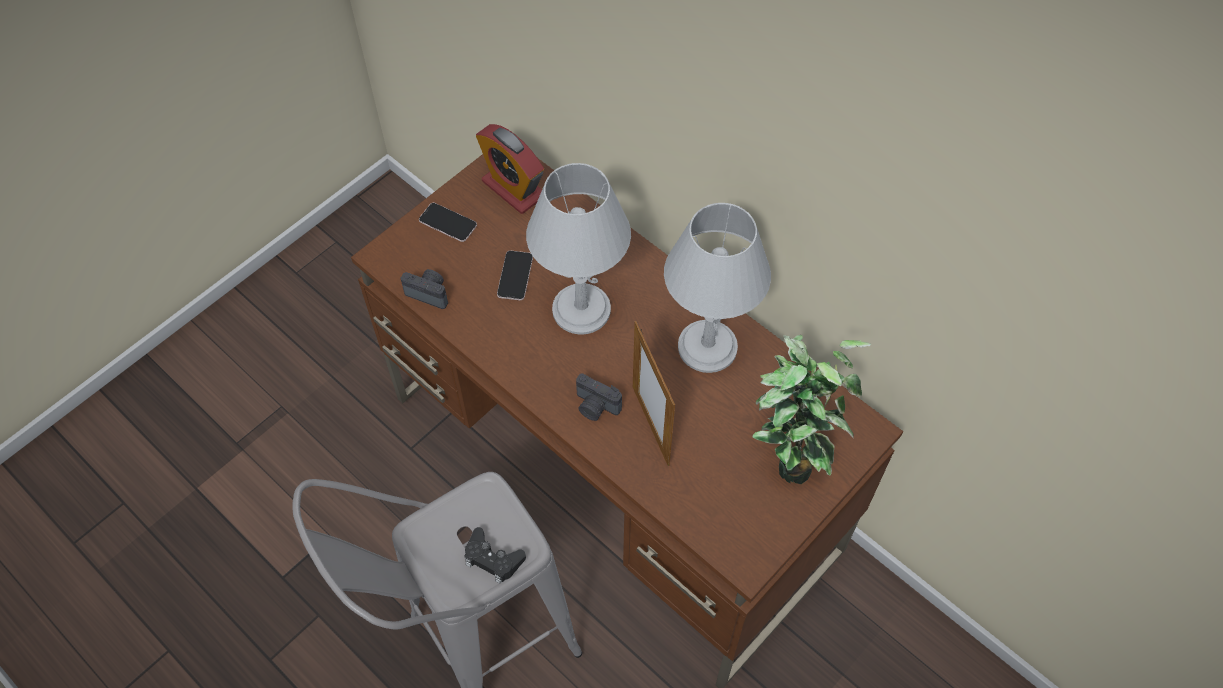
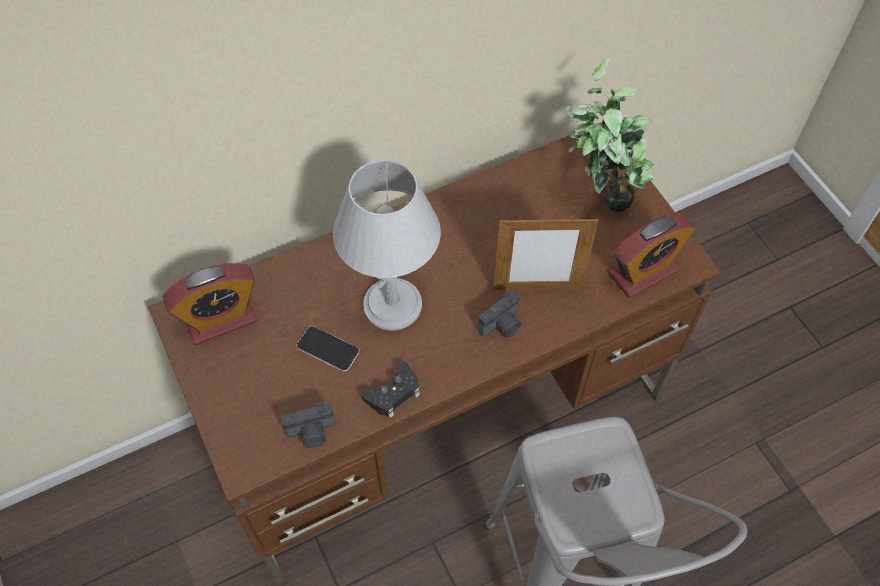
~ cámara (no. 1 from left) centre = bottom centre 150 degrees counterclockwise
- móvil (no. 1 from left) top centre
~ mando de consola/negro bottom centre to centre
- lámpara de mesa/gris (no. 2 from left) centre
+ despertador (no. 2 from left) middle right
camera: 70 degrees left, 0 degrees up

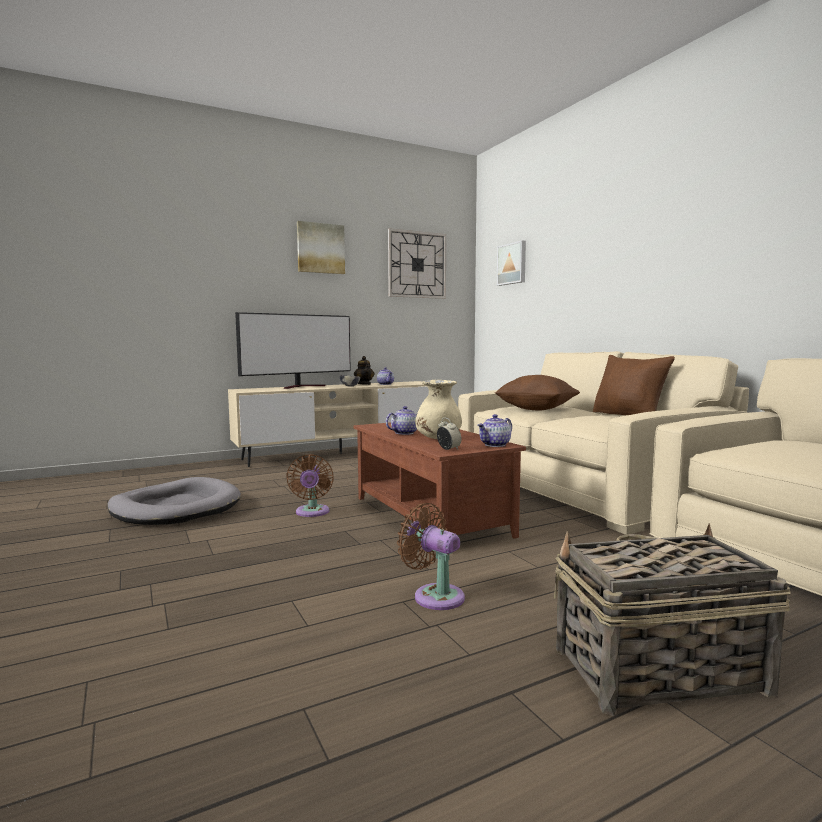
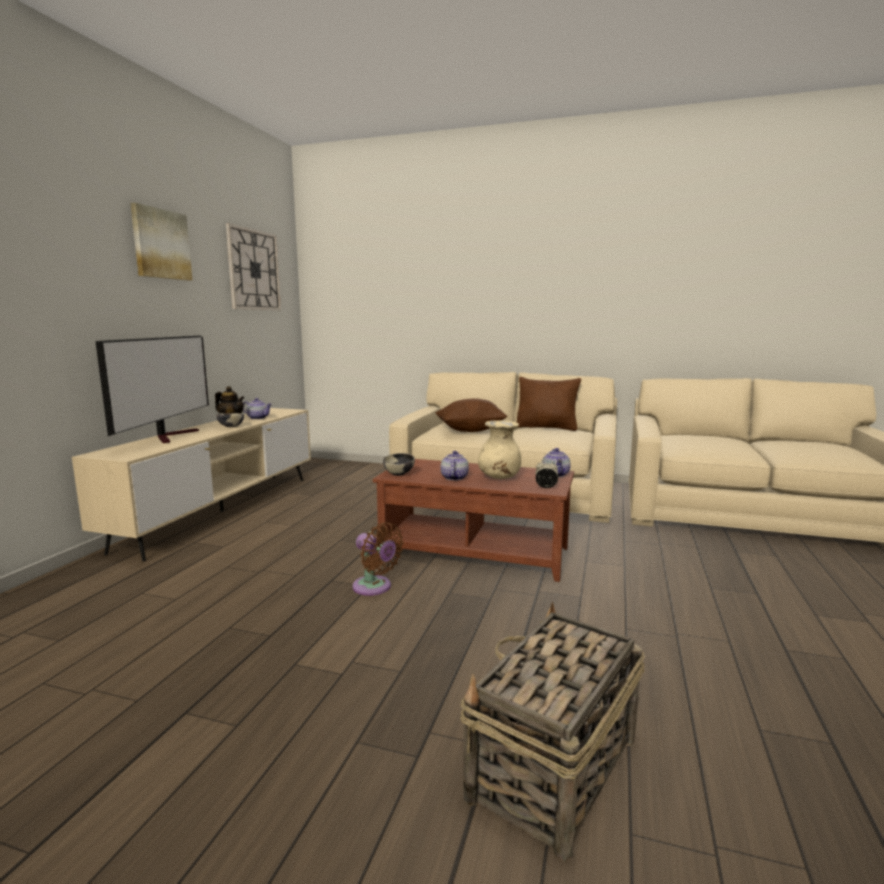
- cama para perro/gris middle left
- ventilador/marrón (no. 2 from left) bottom centre
- cuadro (no. 2 from left) top centre
~ cesta bottom right to bottom centre
+ cuenco (no. 2 from left) centre
camera: 45 degrees left, 5 degrees up

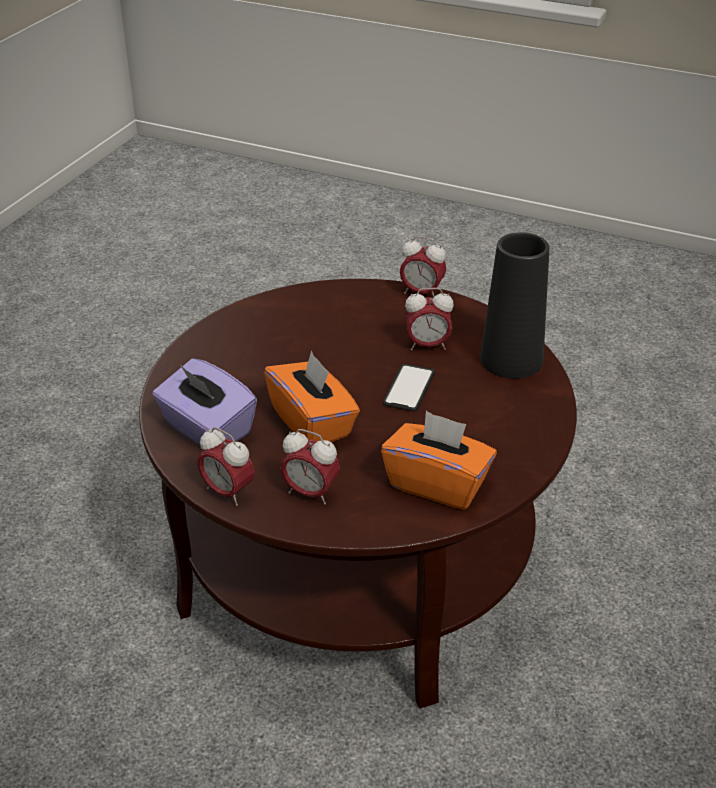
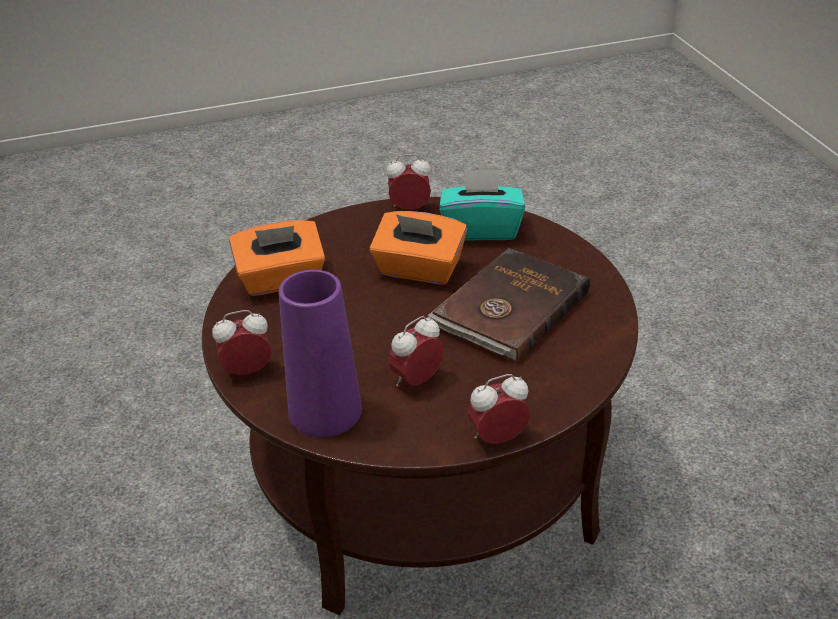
~ caja de pañuelos/morado middle left to caja de pañuelos/turquesa top centre
~ despertador (no. 2 from left in the first image) centre to despertador (no. 1 from left) middle left
- móvil centre
~ florero/negro middle right to florero/morado centre
+ libro/marrón centre
camera: 140 degrees right, 0 degrees up

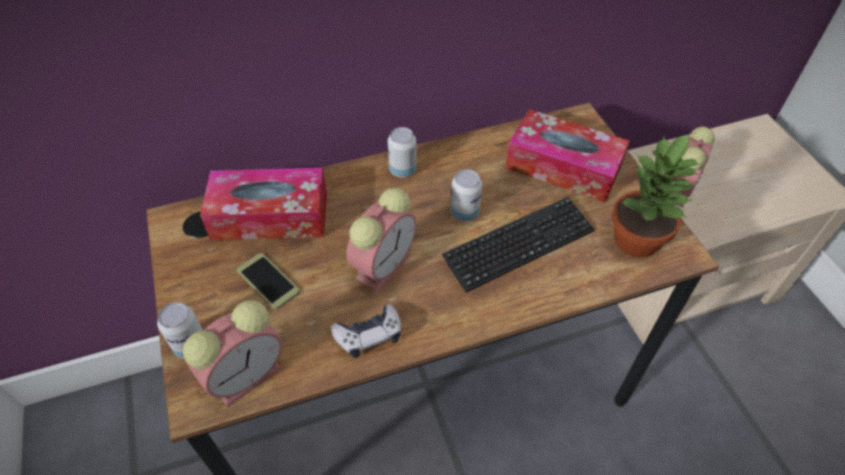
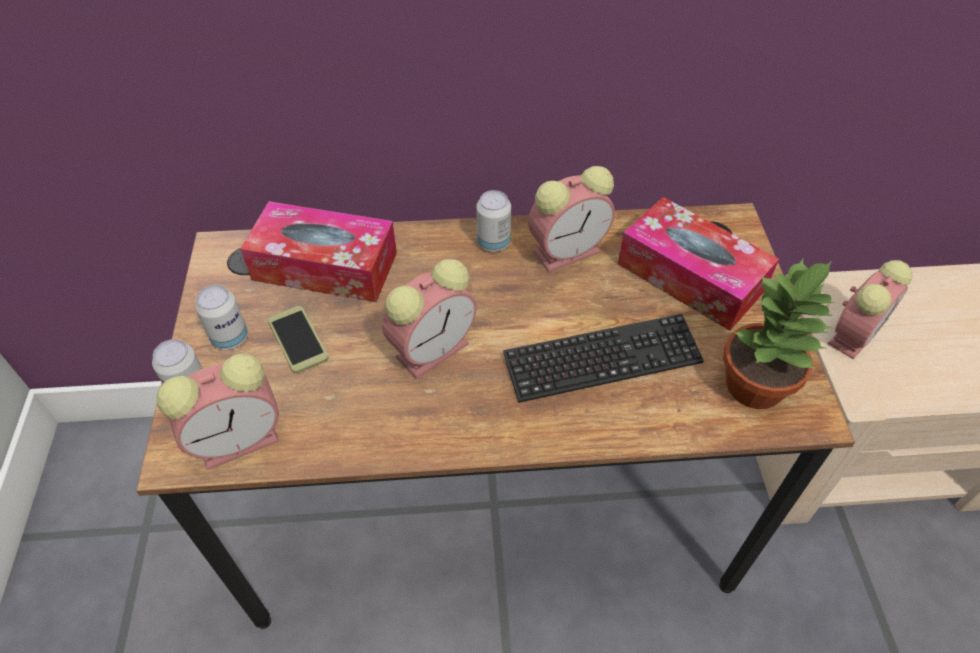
- mando de consola bottom centre
~ lata (no. 3 from left in the first image) centre to lata (no. 2 from left) middle left
+ despertador (no. 3 from left) centre
camera: 15 degrees right, 0 degrees up

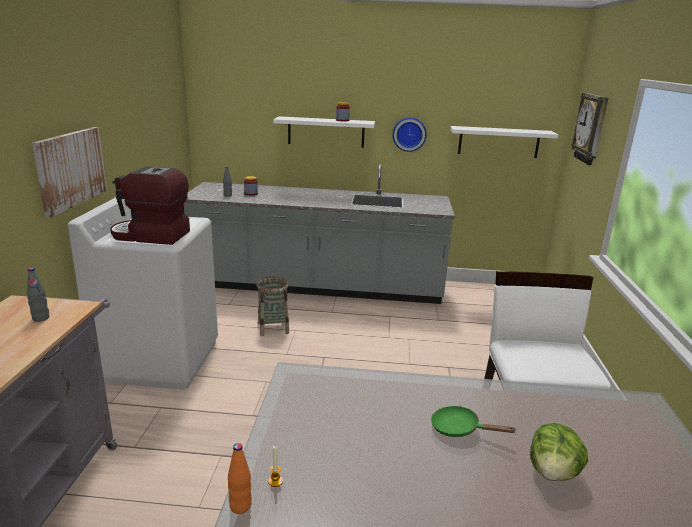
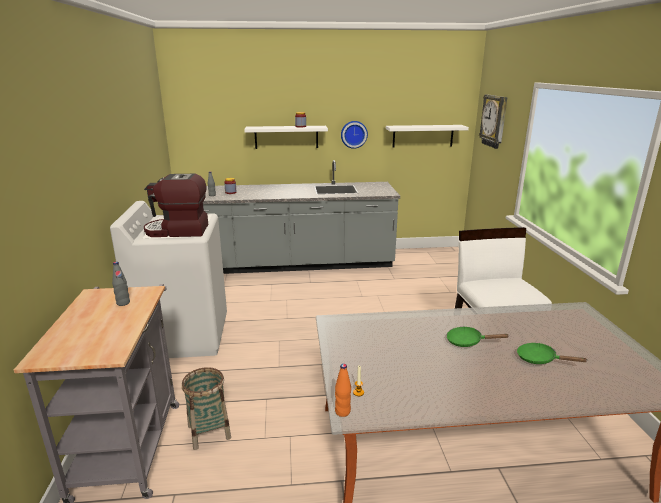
- cuadro top left
~ cesta centre to bottom left
~ lechuga bottom right to sartén/verde (no. 2 from left) bottom right
camera: 10 degrees left, 0 degrees up

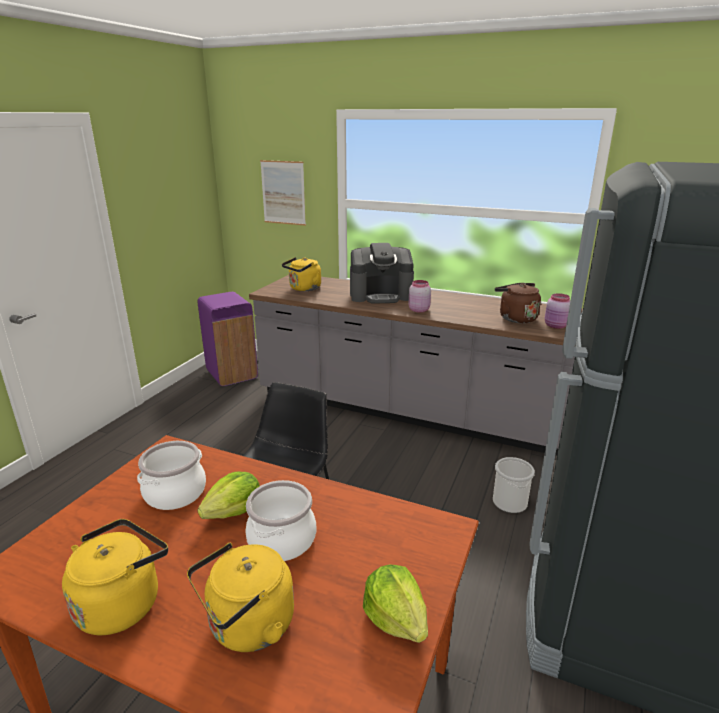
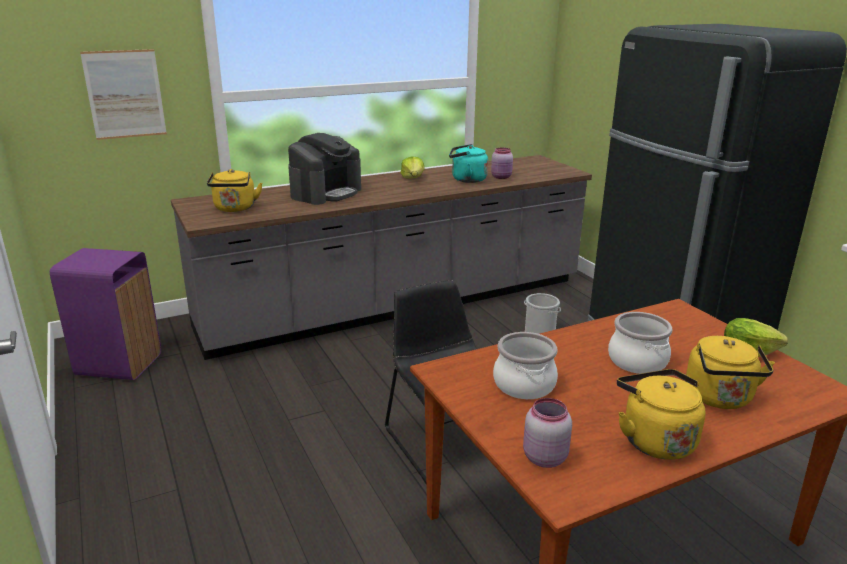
~ lechuga (no. 1 from left) bottom left to top centre
~ tarro/rosa (no. 1 from left in the first image) centre to tarro/rosa (no. 2 from left) bottom centre
~ hervidor/marrón middle right to hervidor/turquesa top centre
camera: 50 degrees left, 0 degrees up

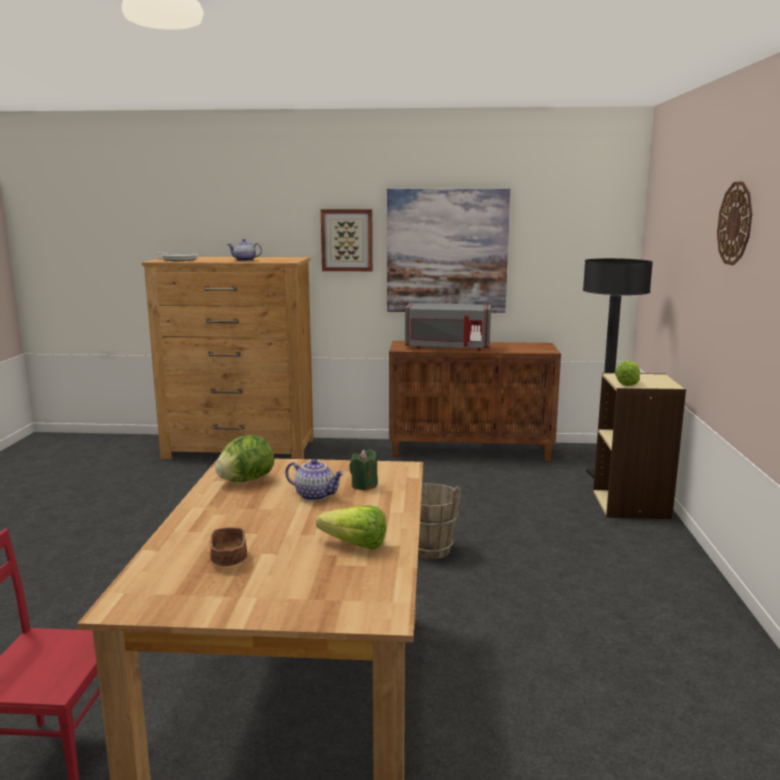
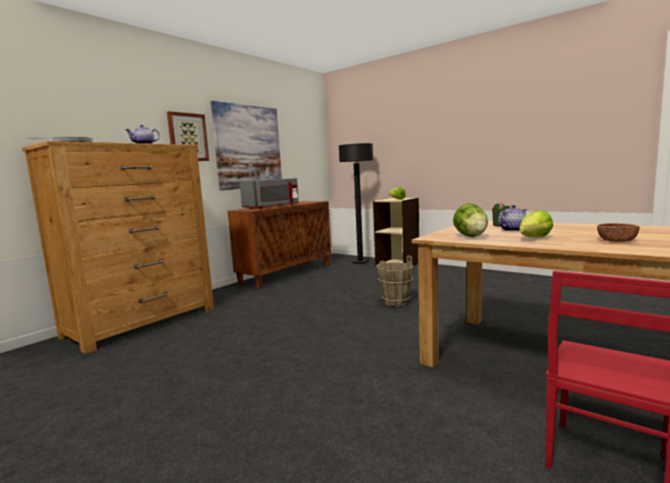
~ lechuga (no. 2 from left in the first image) bottom centre to lechuga (no. 3 from left) middle right
- reloj de pared top right
camera: 55 degrees left, 5 degrees down

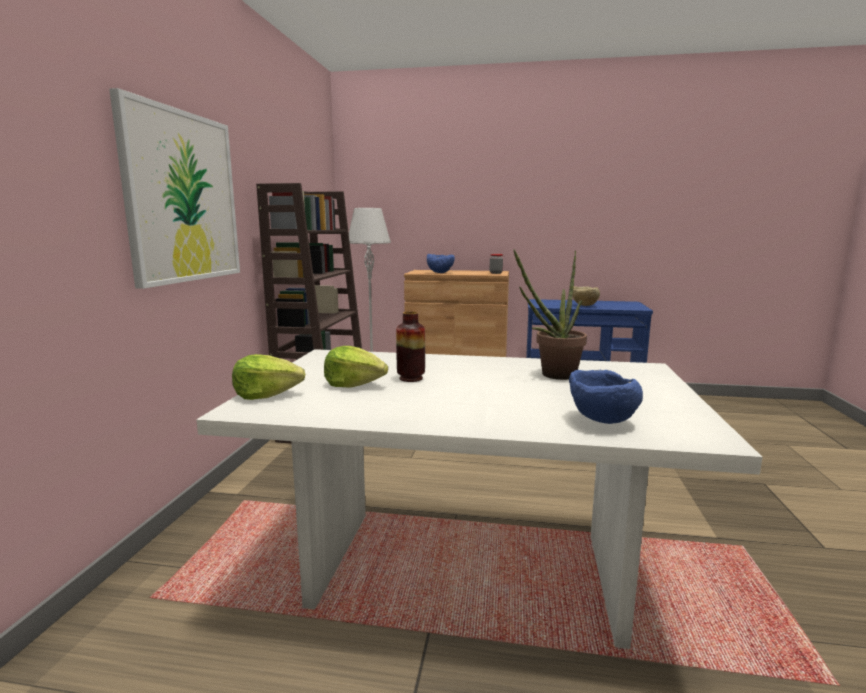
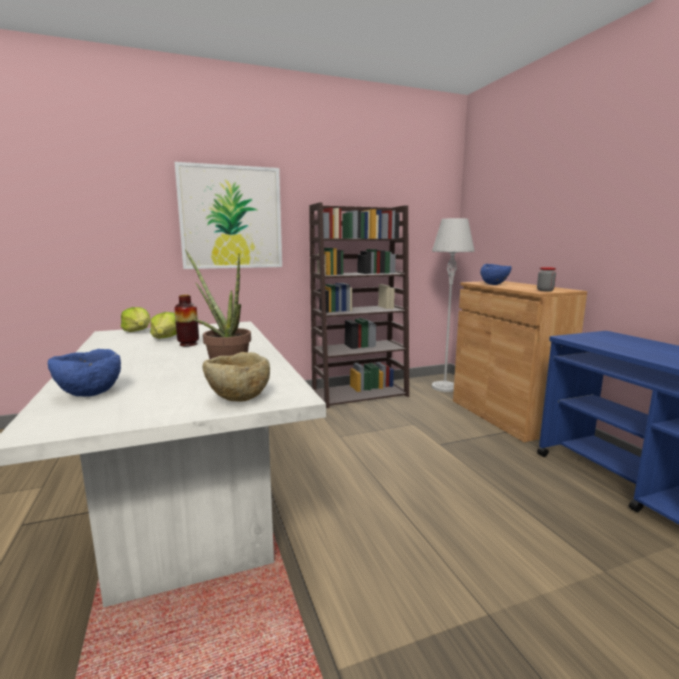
~ cuenco/beis middle right to centre
camera: 60 degrees right, 0 degrees up

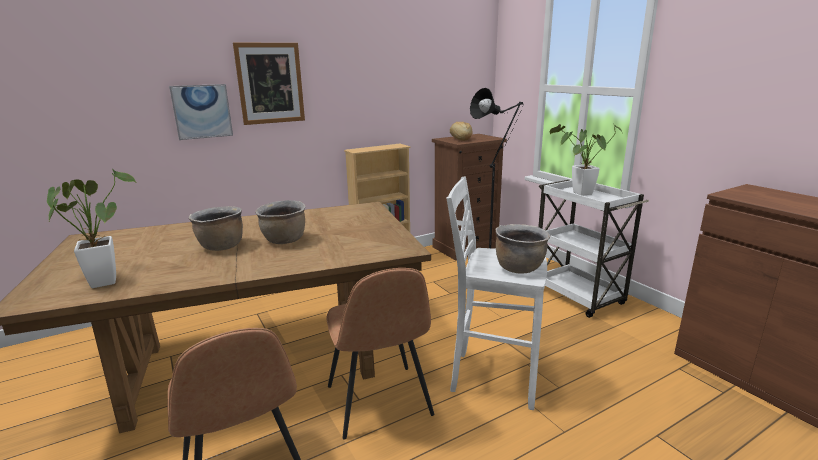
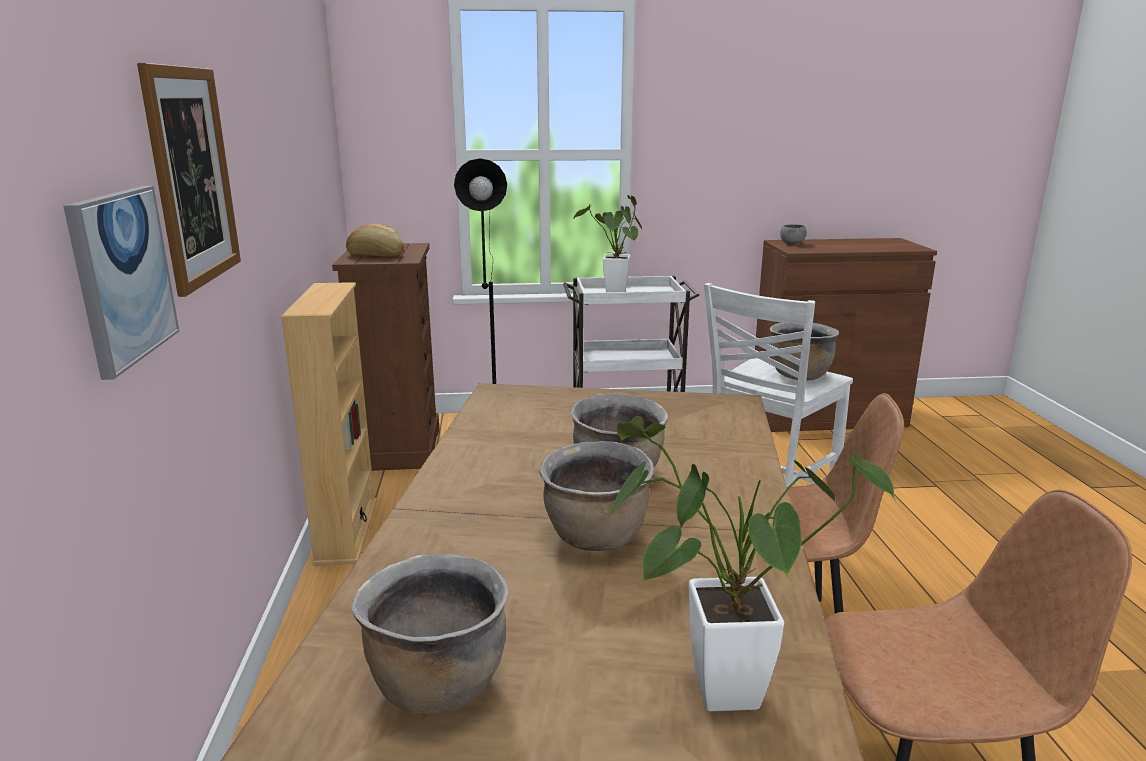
+ olla/marrón (no. 1 from left) bottom centre
+ cuenco/gris top right
camera: 65 degrees left, 0 degrees up

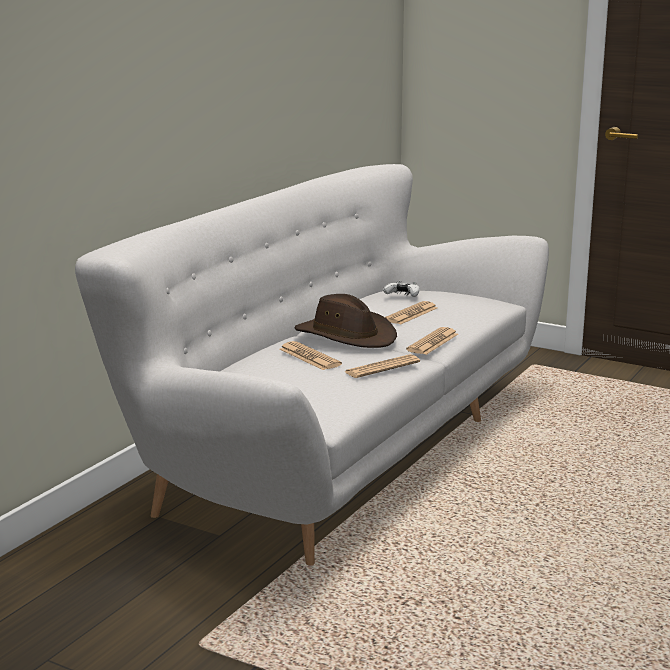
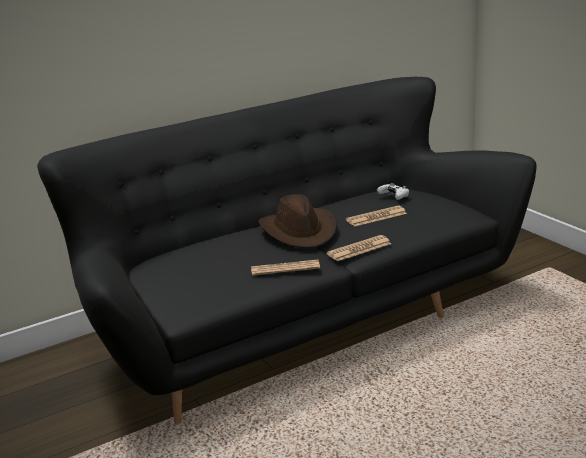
~ sofá/blanco centre to sofá/negro centre
- periódico (no. 1 from left) centre
camera: 30 degrees right, 5 degrees up

